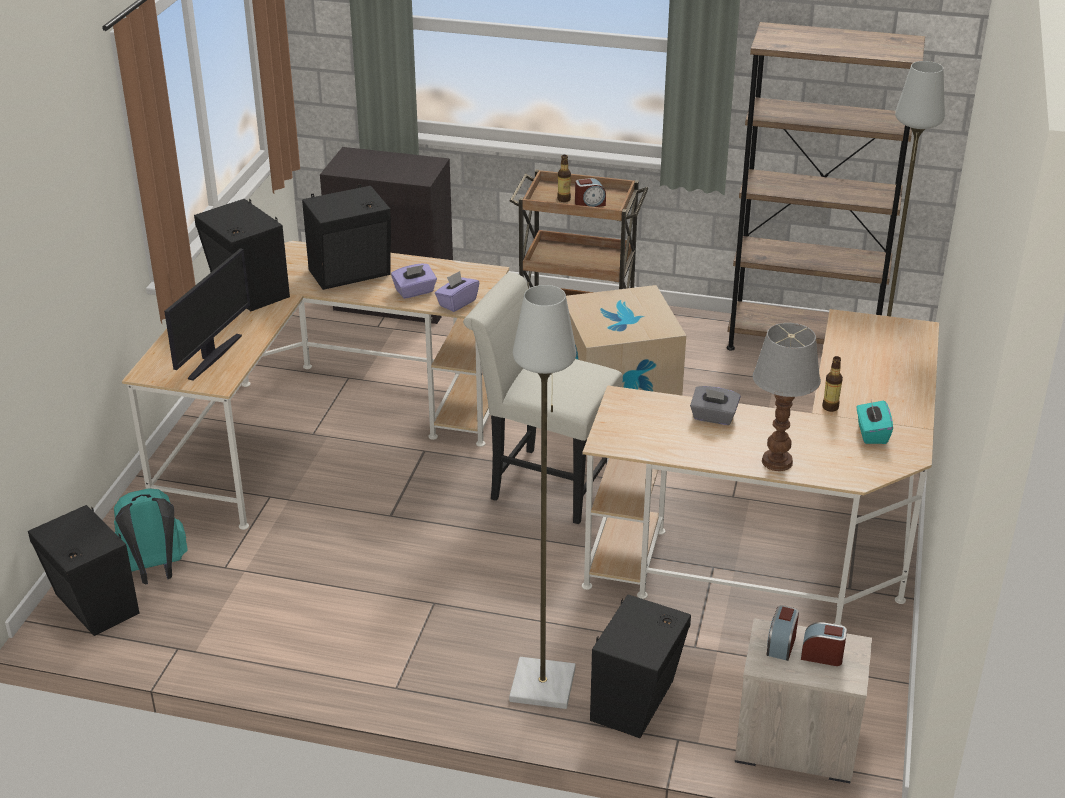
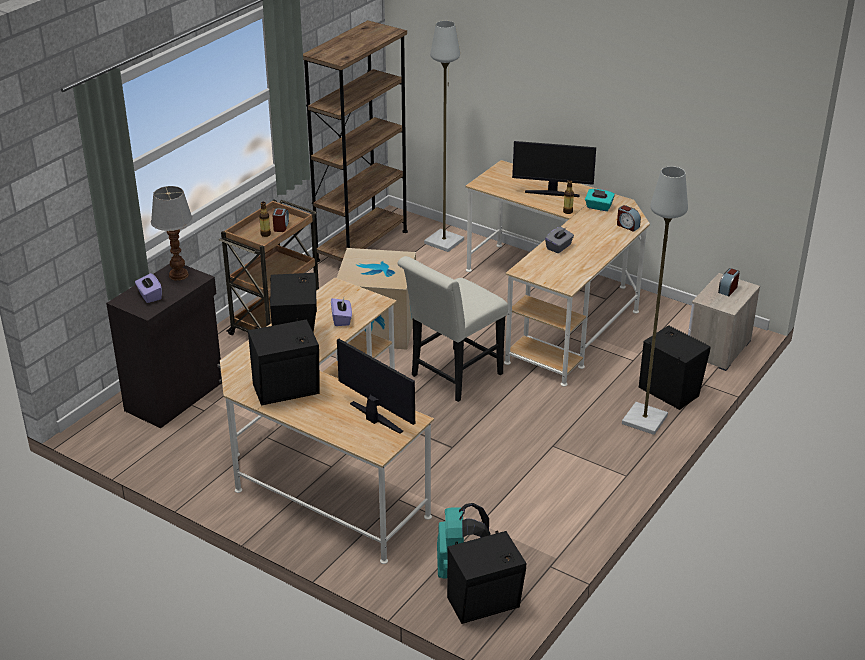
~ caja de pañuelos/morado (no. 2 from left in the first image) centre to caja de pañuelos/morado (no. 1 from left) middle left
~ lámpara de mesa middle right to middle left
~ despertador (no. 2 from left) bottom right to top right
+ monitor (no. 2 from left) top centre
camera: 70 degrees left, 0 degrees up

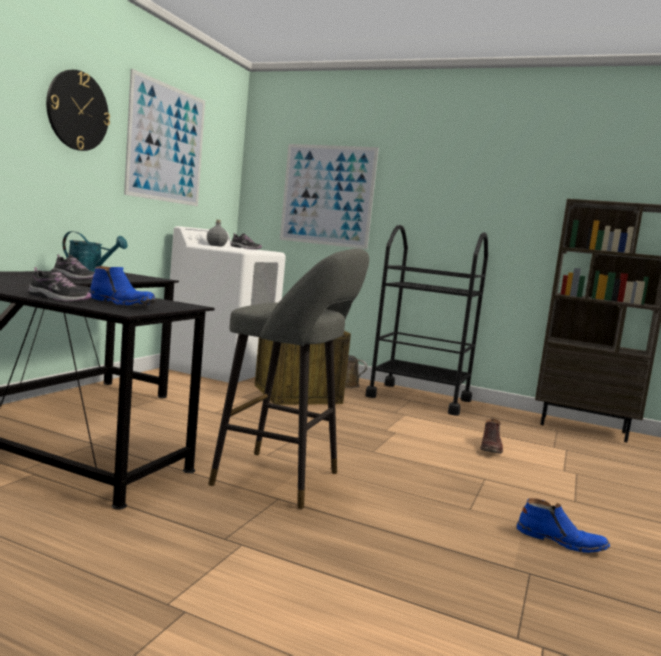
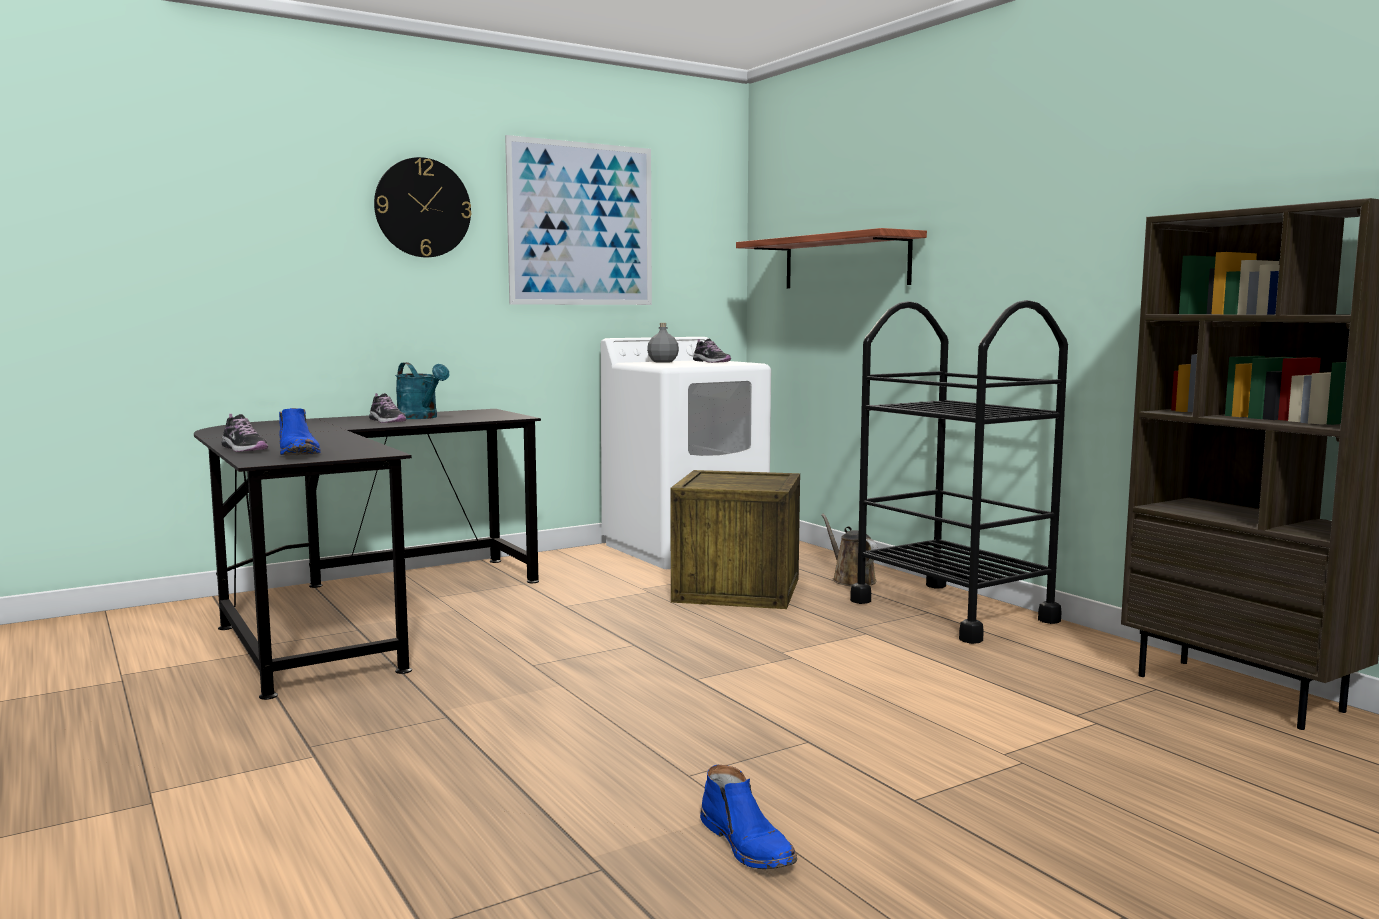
- taburete/gris centre
~ cuadro (no. 2 from left) top centre to estante top centre
- bota/marrón middle right
camera: 35 degrees right, 0 degrees up

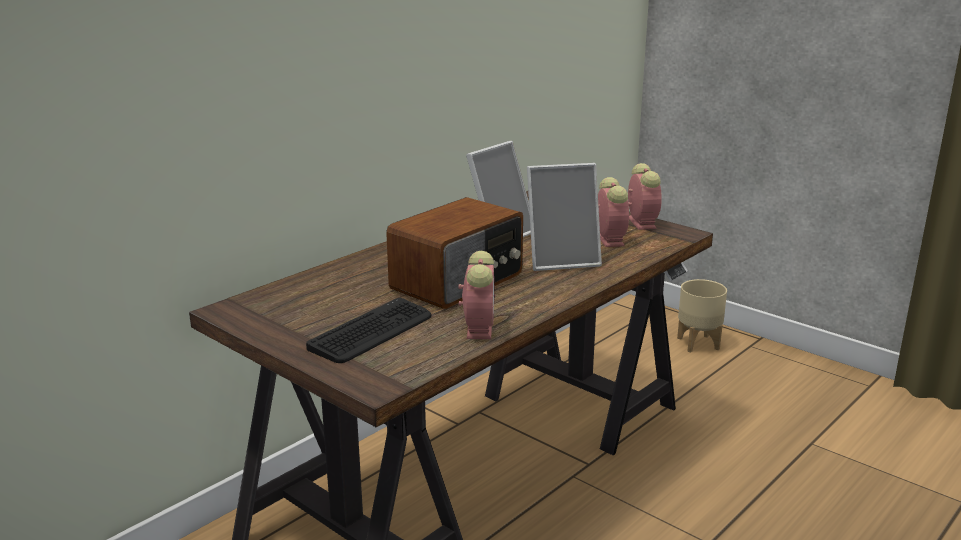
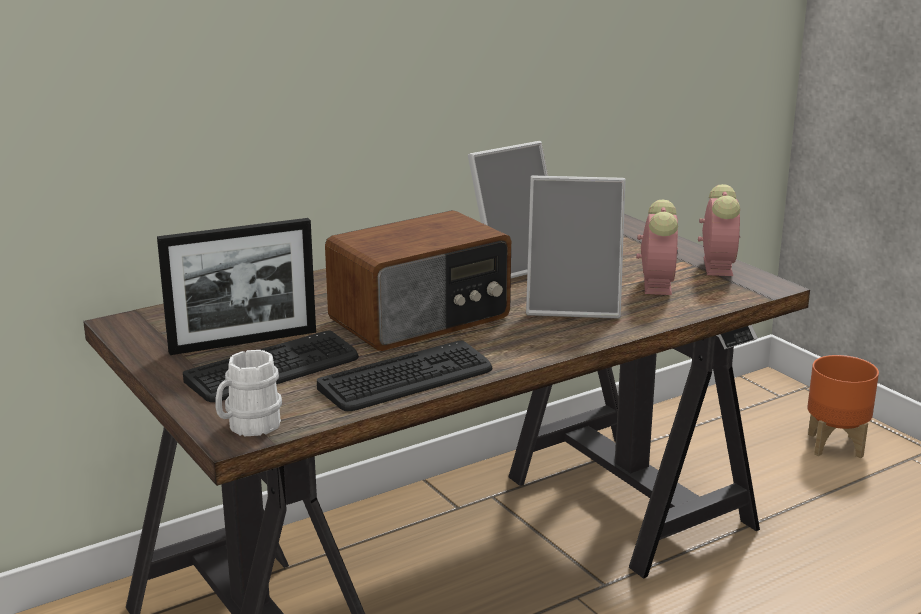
~ despertador (no. 1 from left) centre to teclado (no. 2 from left) centre
~ maceta/beis middle right to maceta/naranja middle right
+ portarretratos (no. 1 from left) middle left
+ taza grande/blanco middle left
camera: 15 degrees right, 0 degrees up

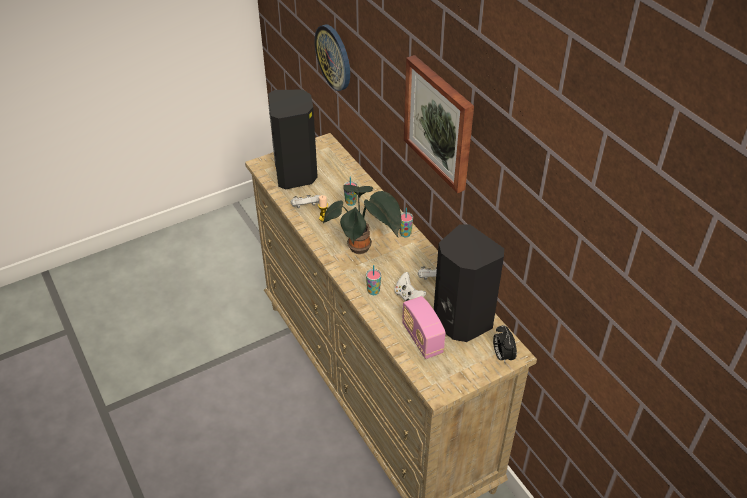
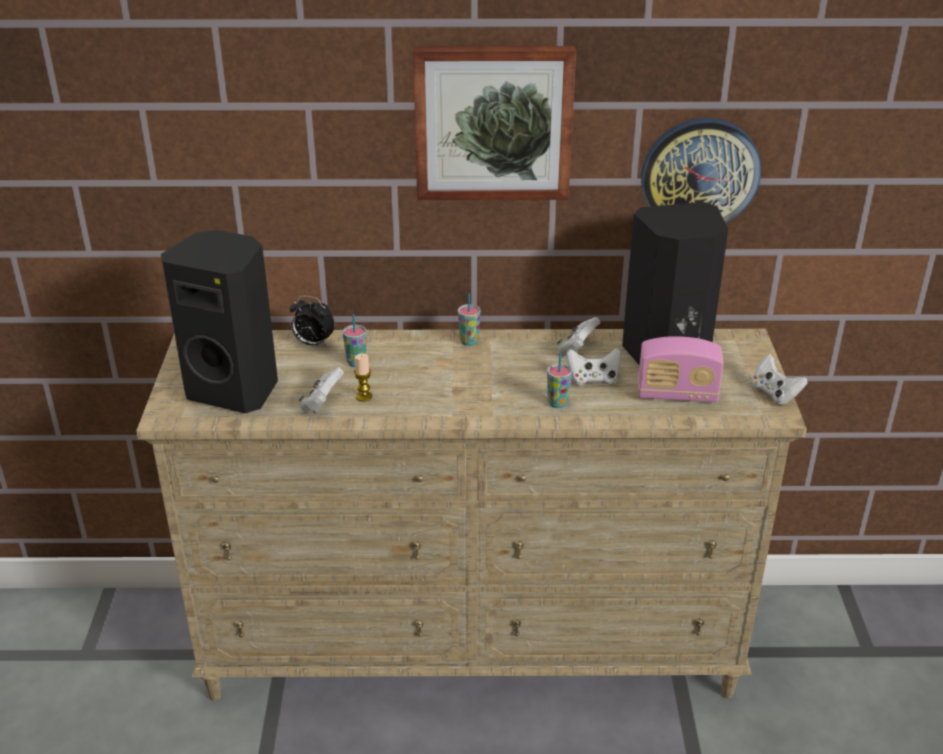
~ reloj de pared top centre to top right
- planta en maceta centre
~ despertador bottom right to middle left
+ mando de consola/blanco (no. 4 from left) middle right
camera: 60 degrees left, 10 degrees down

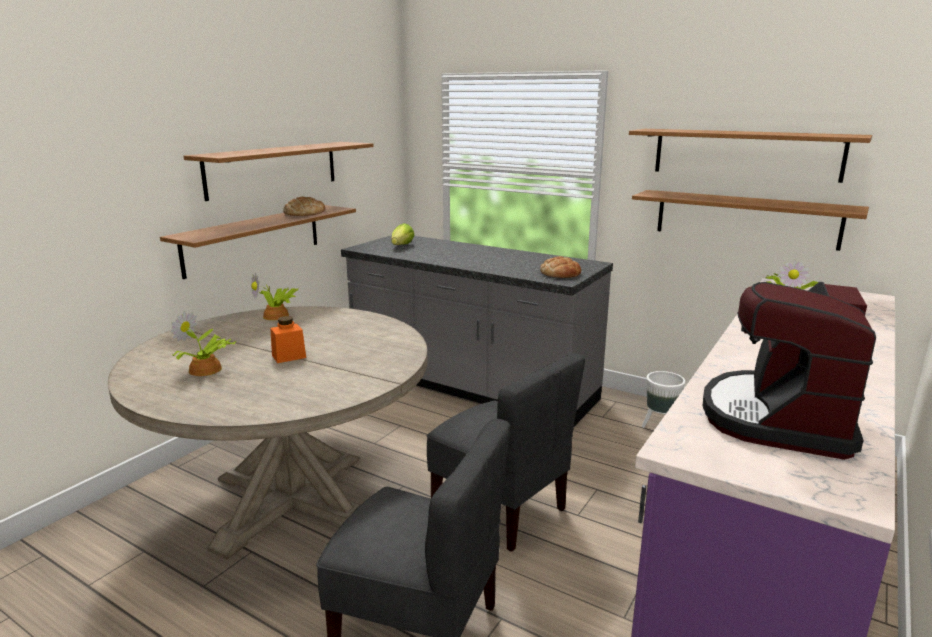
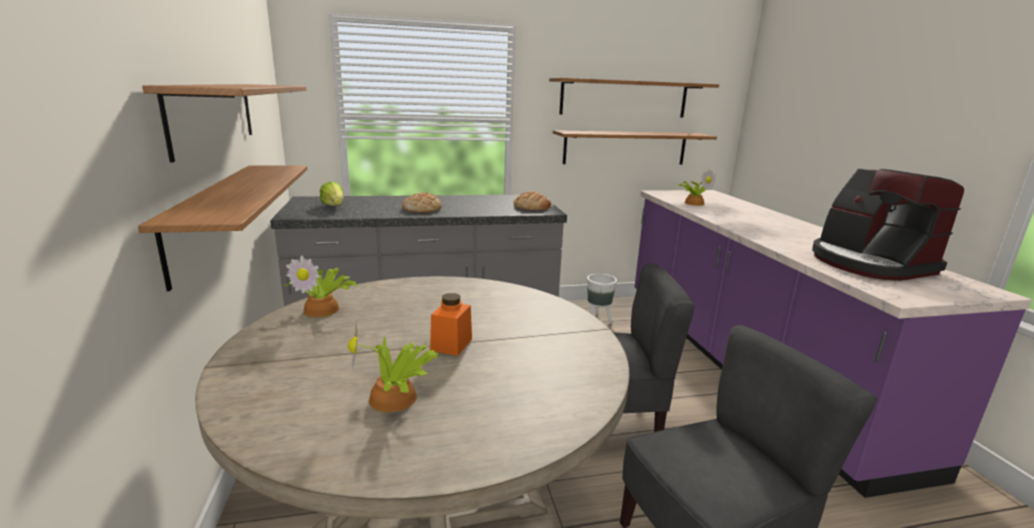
~ pan (no. 1 from left) top left to centre
camera: 45 degrees left, 0 degrees up

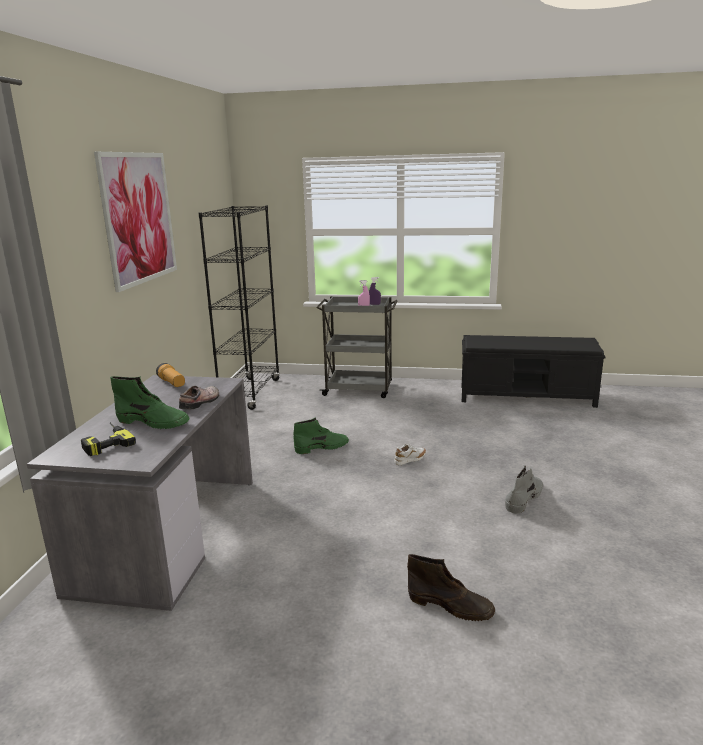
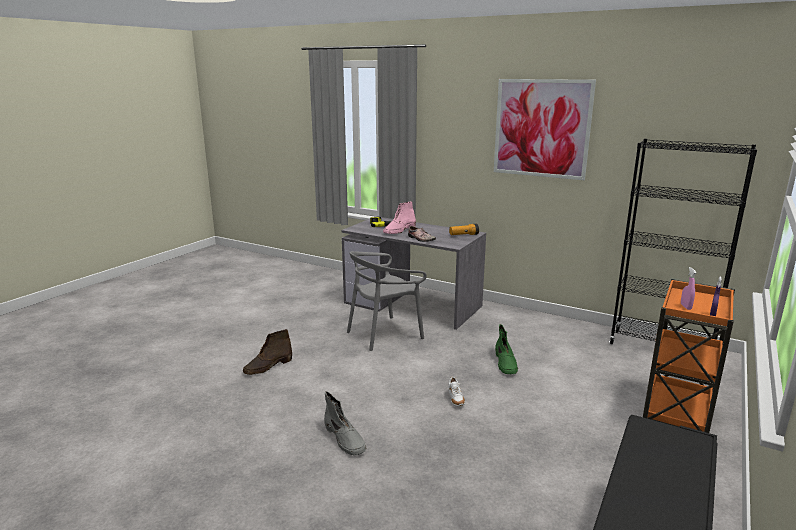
~ bota/verde (no. 1 from left) middle left to bota/rosa centre
~ carrito/gris centre to carrito/naranja bottom right
+ silla/gris centre
camera: 110 degrees right, 0 degrees up

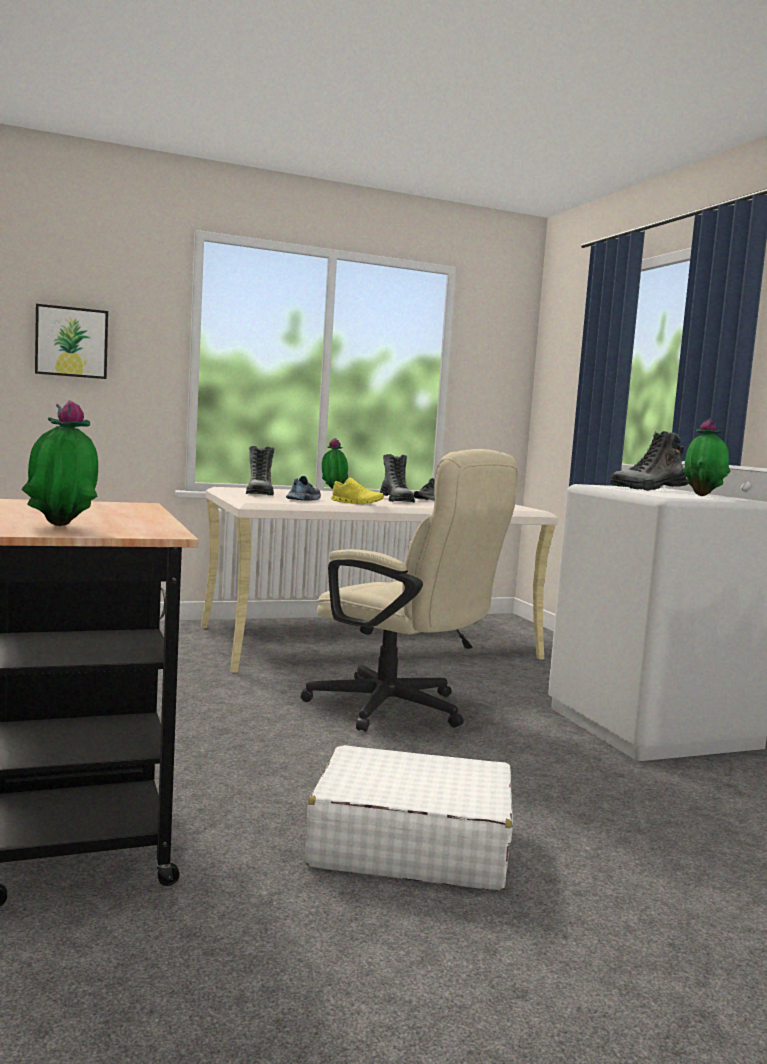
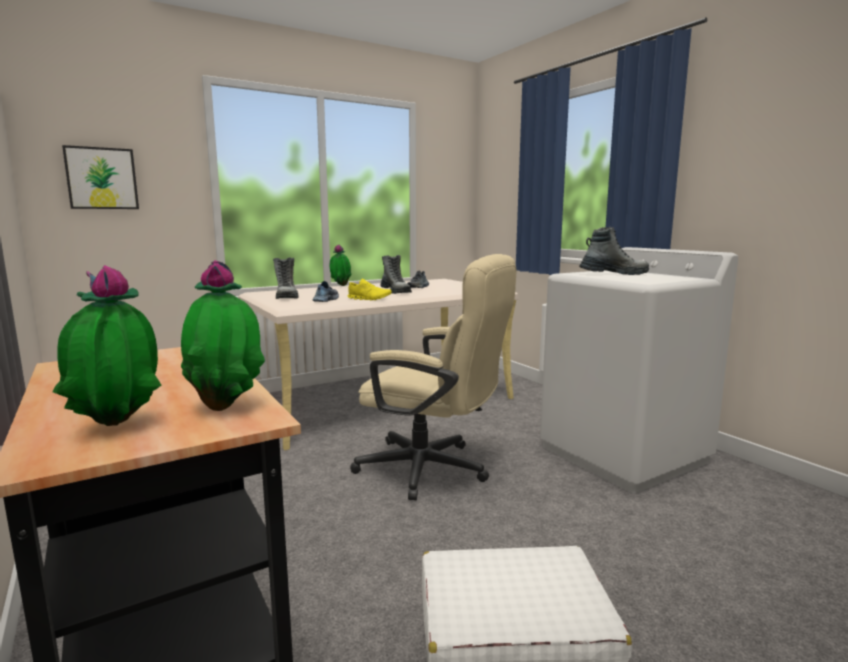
~ bota (no. 3 from left) middle right = middle right 150 degrees counterclockwise
~ planta en maceta (no. 3 from left in the first image) middle right to planta en maceta (no. 2 from left) middle left
camera: 10 degrees left, 5 degrees up

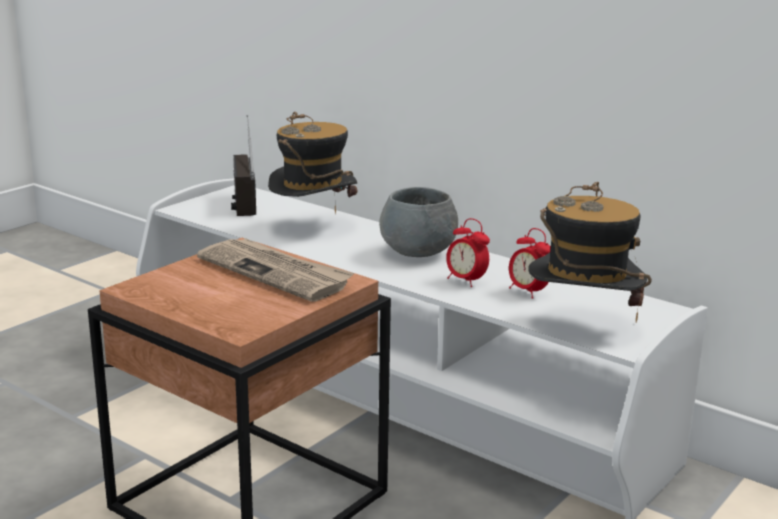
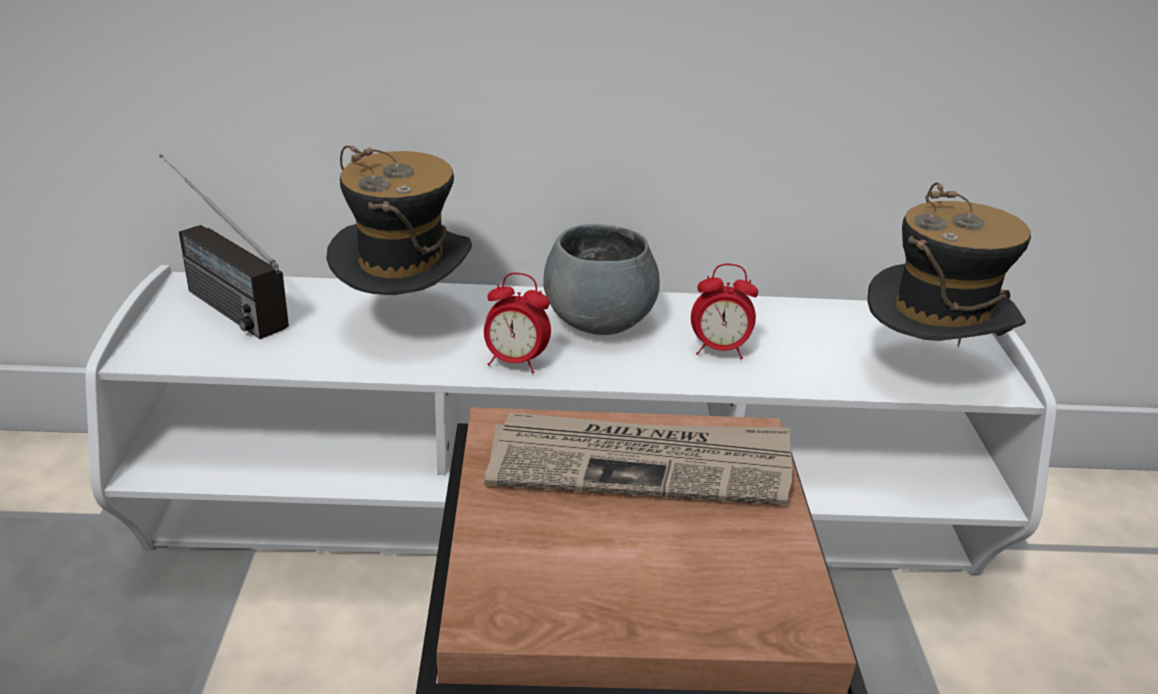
~ despertador (no. 2 from left in the first image) middle right to despertador (no. 1 from left) centre
camera: 40 degrees left, 10 degrees up

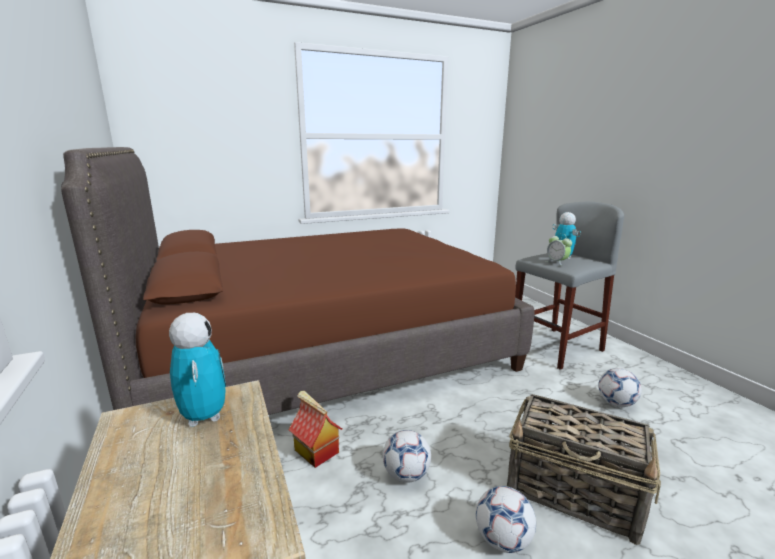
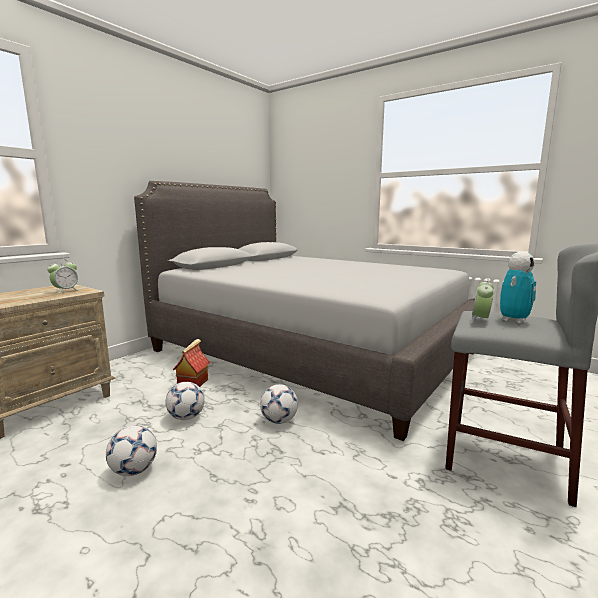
~ cama/marrón centre to cama/gris centre
~ robot de juguete (no. 1 from left) middle left to despertador (no. 1 from left) middle left
- cesta bottom right
~ balón de fútbol (no. 3 from left) bottom right to bottom centre
camera: 60 degrees right, 5 degrees down

